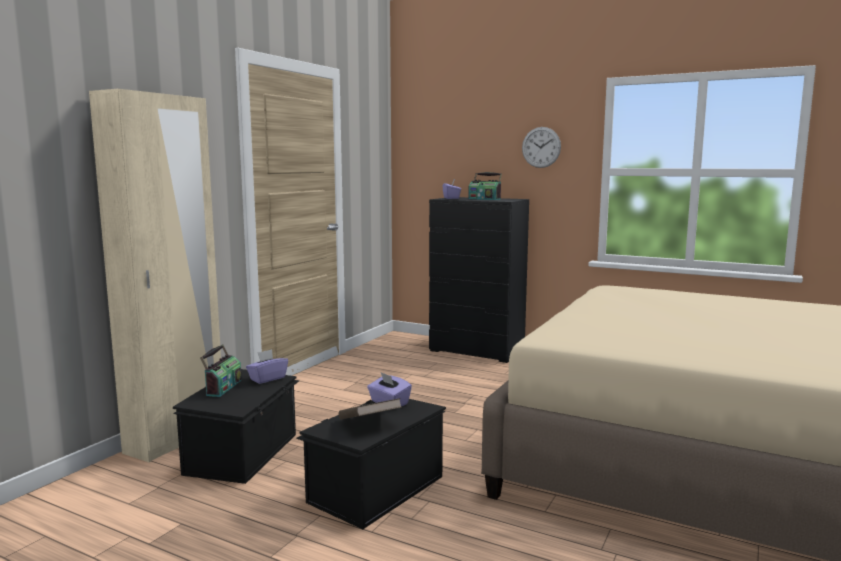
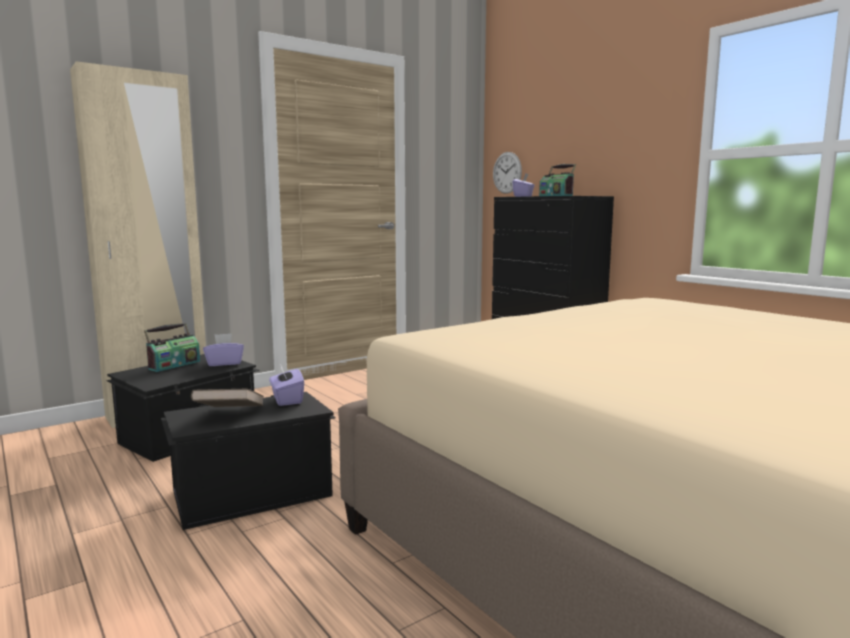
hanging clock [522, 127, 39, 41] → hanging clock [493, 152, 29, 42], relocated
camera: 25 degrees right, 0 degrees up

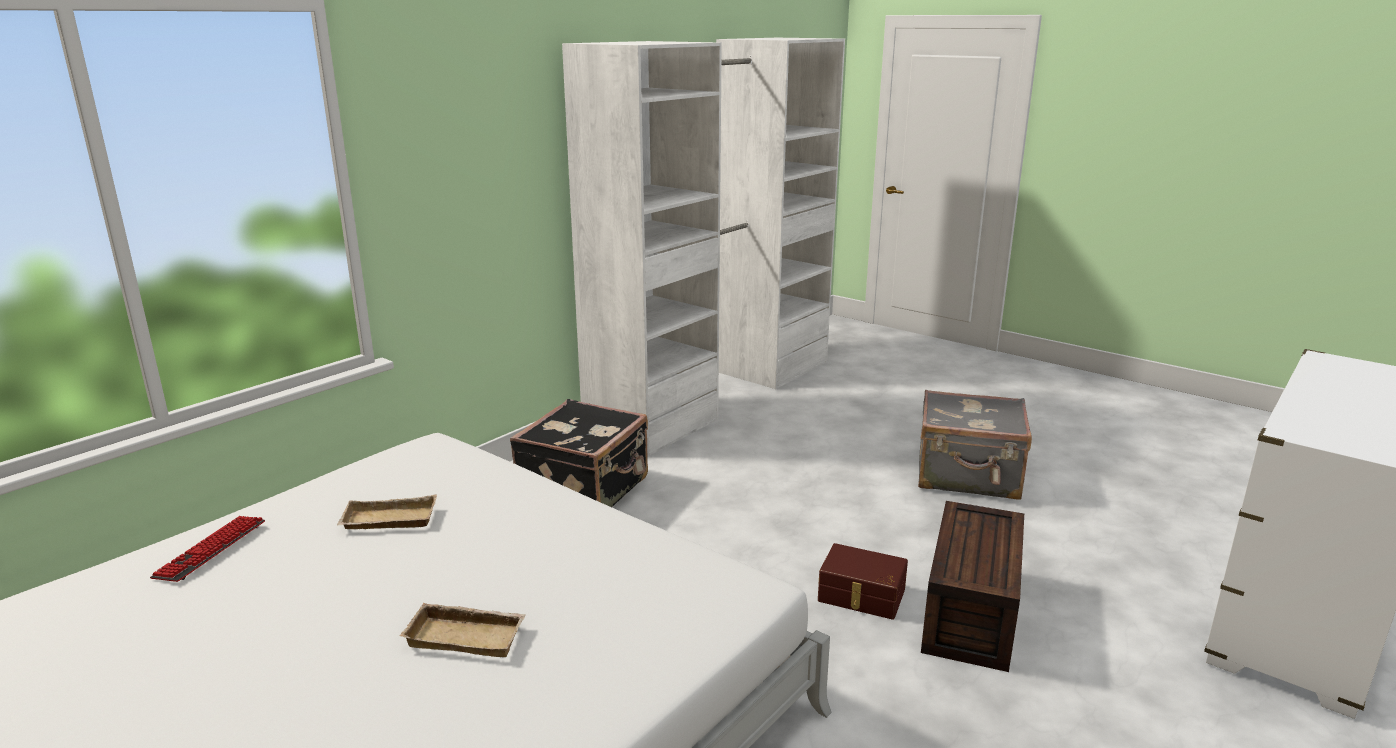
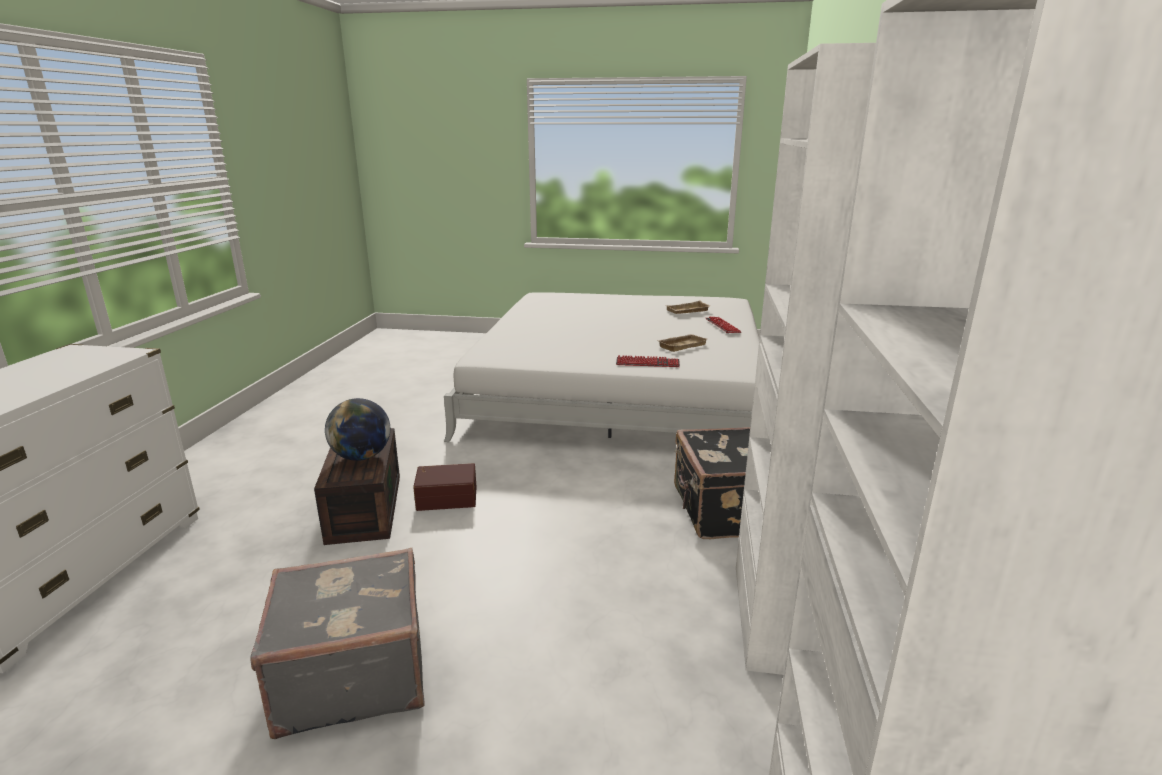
- → world globe [325, 398, 65, 63]
- → computer keyboard [616, 355, 64, 12]
sand-coloured tray [400, 603, 126, 54] → sand-coloured tray [665, 301, 45, 13], relocated
camera: 150 degrees right, 0 degrees up

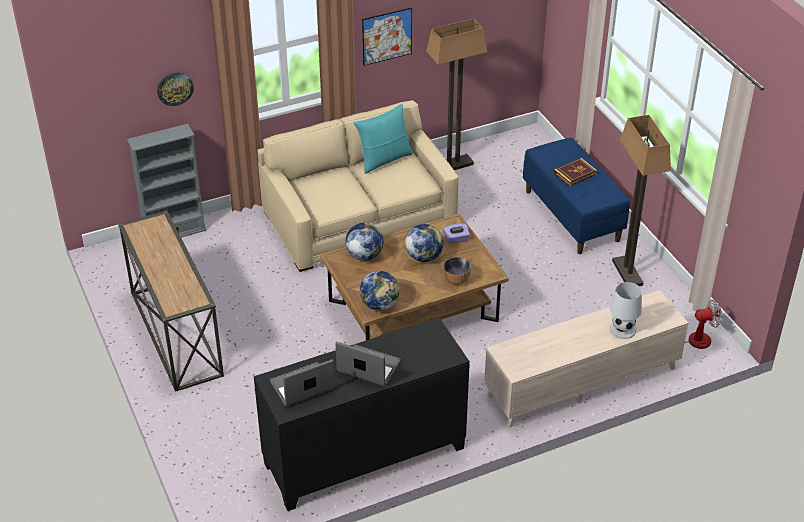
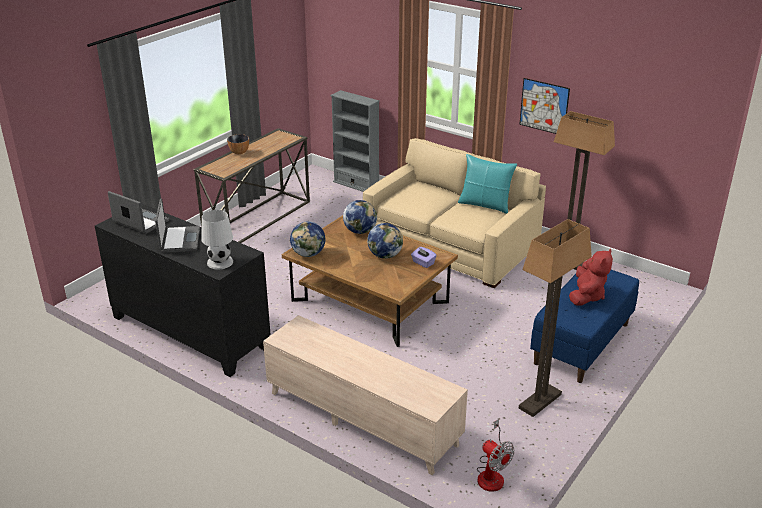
whitish lamp for a table [610, 282, 32, 57] → whitish lamp for a table [202, 210, 31, 59], relocated
serving bowl [444, 257, 27, 28] → serving bowl [227, 134, 22, 20], relocated
volume [554, 158, 43, 29] → reddish plush toy [569, 249, 44, 57]
hanging clock [157, 73, 37, 33] → -
camera: 60 degrees right, 10 degrees down

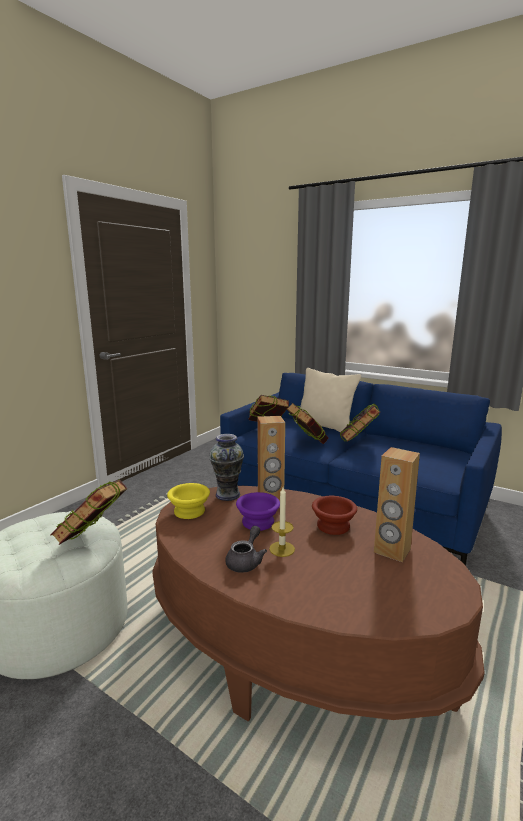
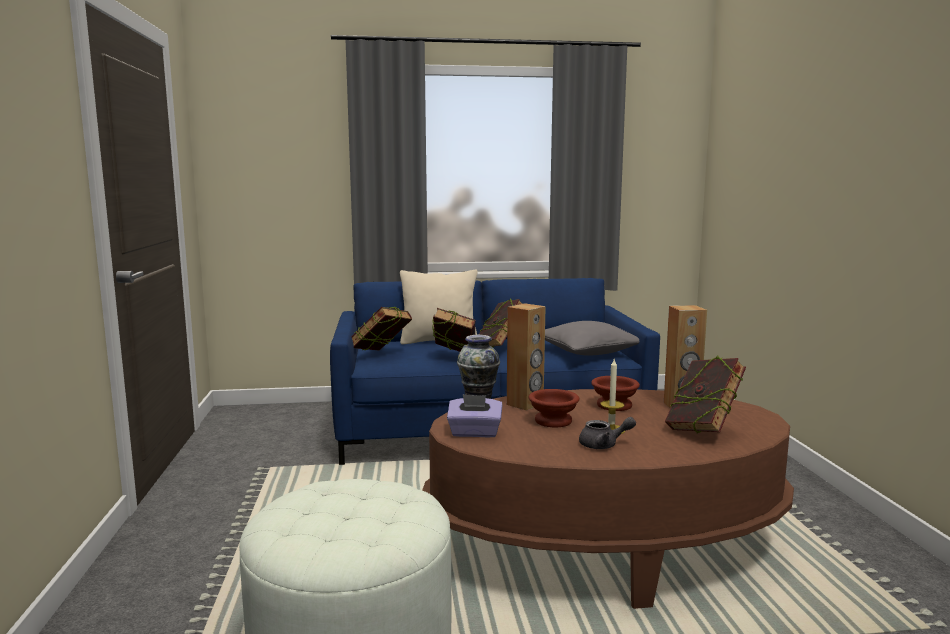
yellowish serving bowl [167, 483, 43, 36] → purplish tissue box [447, 394, 55, 43]
purplish serving bowl [236, 492, 44, 39] → brownish serving bowl [529, 389, 50, 38]
- → gray pillow [545, 321, 94, 35]
gray tea pot [225, 526, 42, 47] → gray tea pot [579, 417, 57, 32], 105 degrees clockwise
volume [50, 480, 77, 65] → volume [665, 356, 81, 78], relocated
camera: 40 degrees left, 5 degrees down

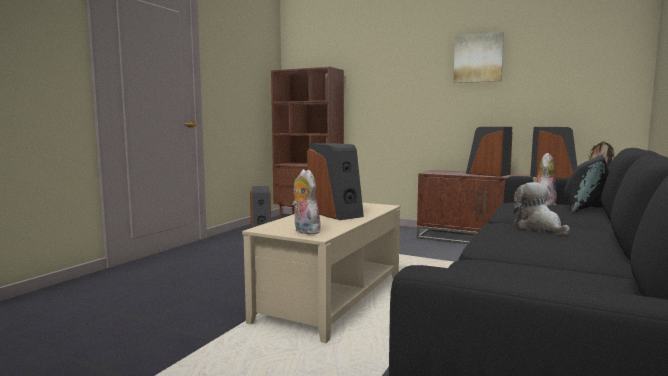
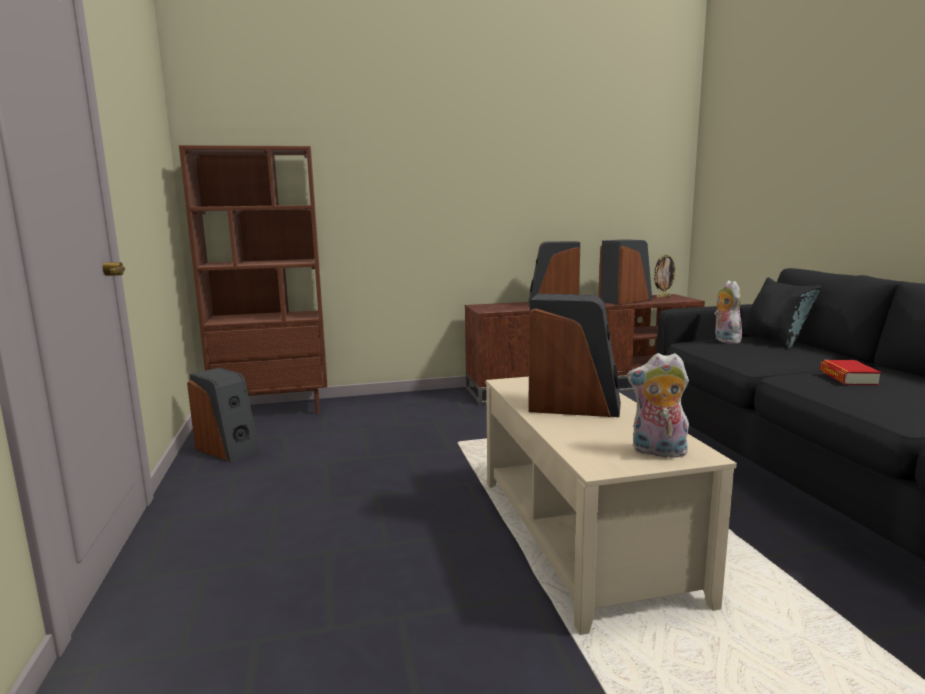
plush toy [514, 182, 56, 53] → volume [820, 360, 62, 25]
wall picture [453, 32, 51, 51] → -
camera: 40 degrees left, 5 degrees up

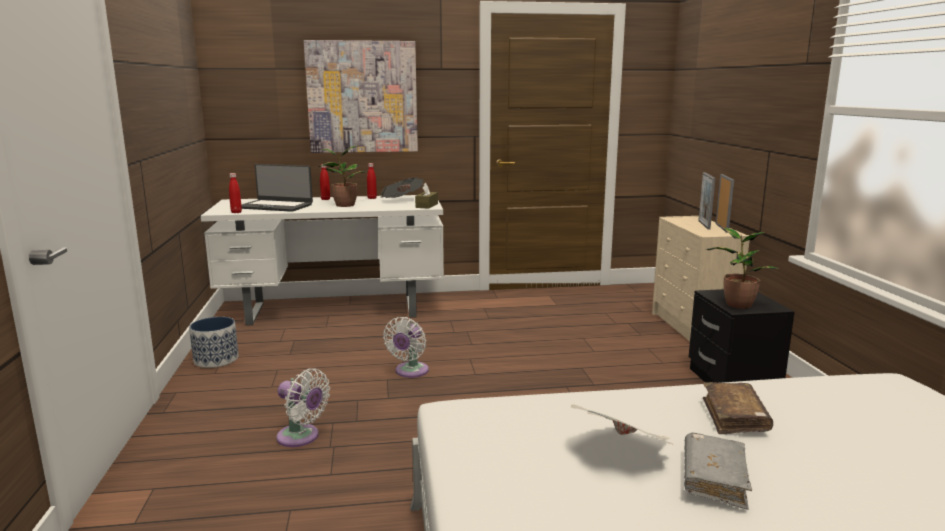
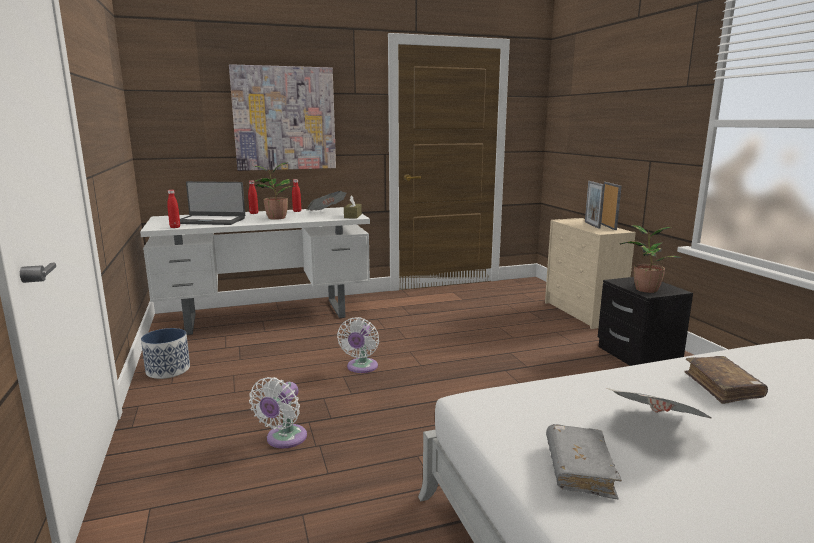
whitish cooling fan [276, 368, 54, 79] → whitish cooling fan [249, 377, 58, 71], 90 degrees clockwise
gray volume [684, 433, 68, 77] → gray volume [546, 424, 76, 75], relocated
camera: 10 degrees left, 0 degrees up

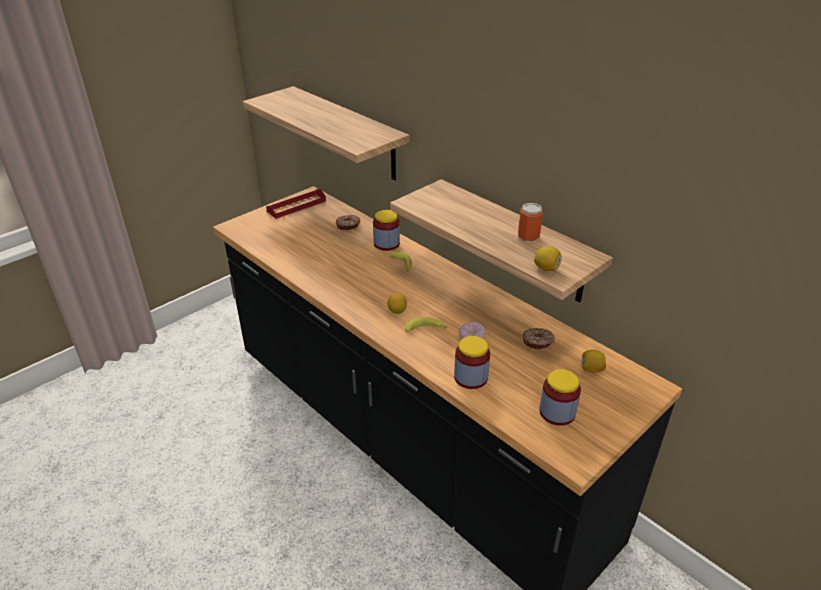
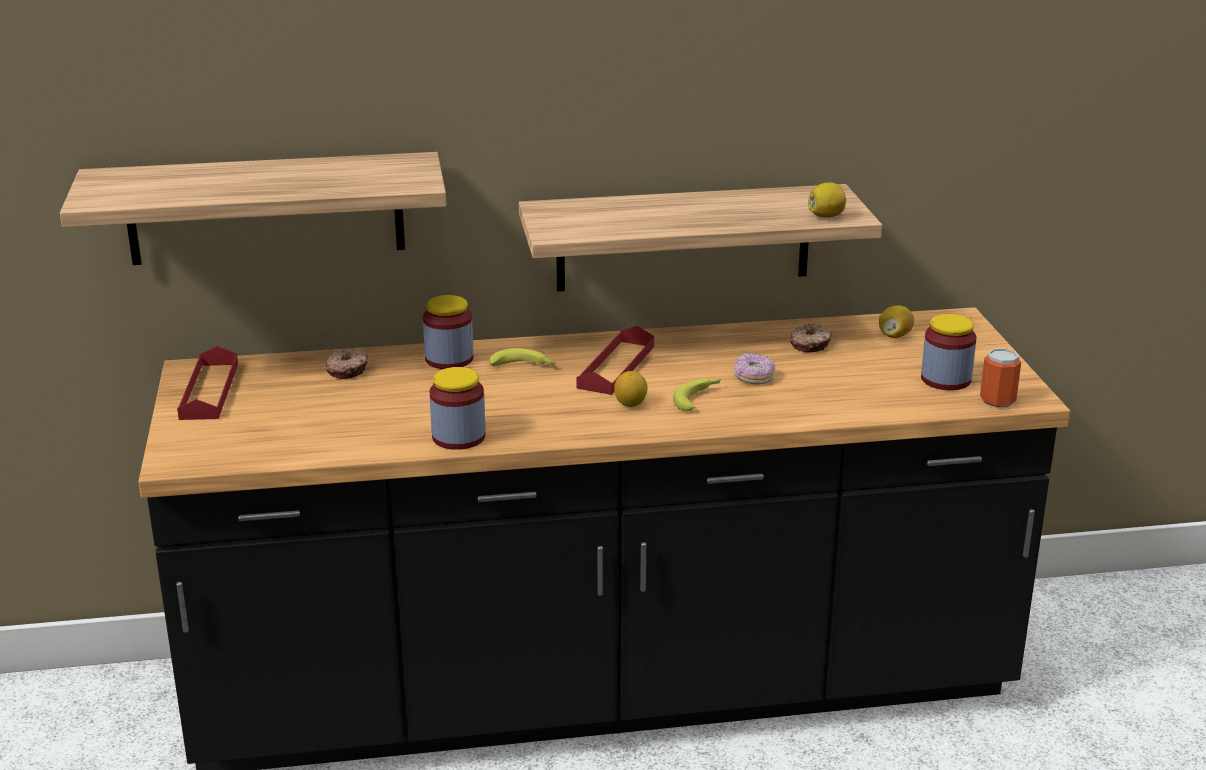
jar [454, 336, 36, 53] → jar [430, 367, 55, 83], relocated
- → reddish tray [576, 326, 78, 69]
metal can [518, 203, 25, 39] → metal can [980, 348, 41, 60], relocated
camera: 55 degrees left, 10 degrees down

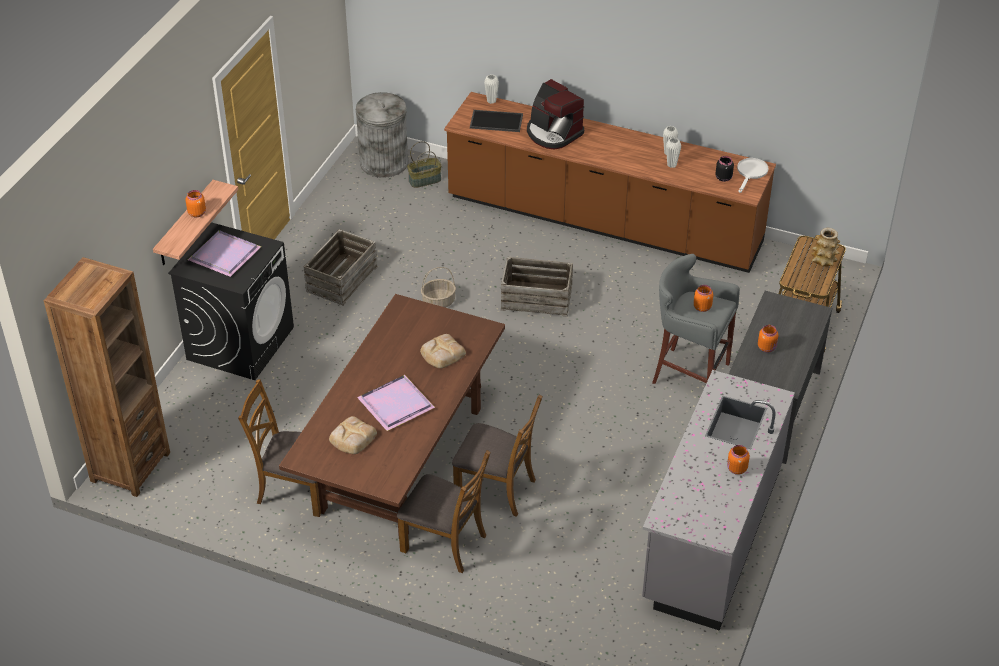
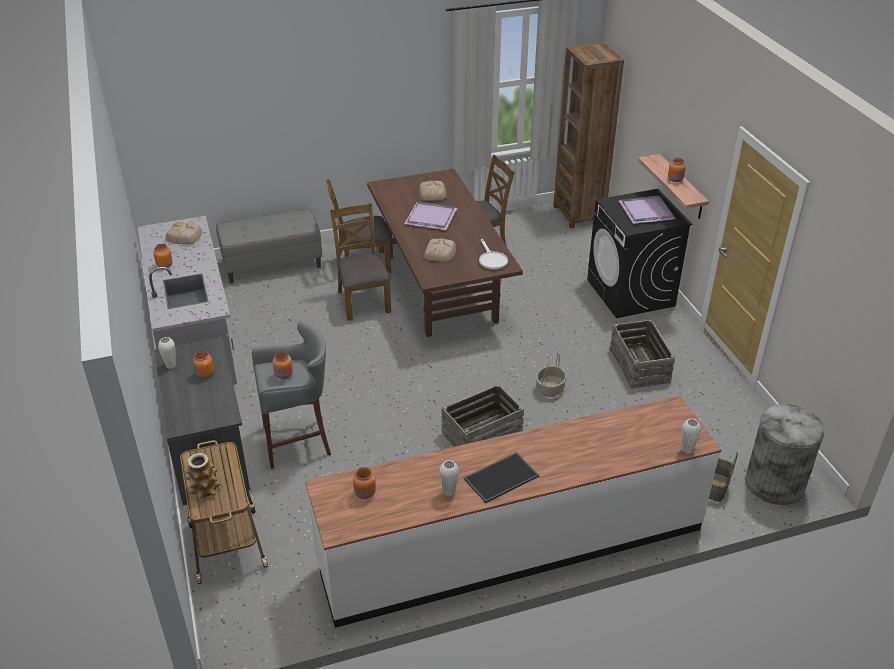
whitish vase [666, 138, 15, 30] → whitish vase [158, 337, 18, 32], relocated
- → bread [165, 222, 37, 22]
- → gray indoor bench [216, 208, 106, 75]
brownish counter [444, 92, 332, 181] → whitish counter [305, 395, 416, 233]
brownish chair [452, 394, 91, 123] → brownish chair [330, 203, 61, 118], 90 degrees clockwise
black jar [715, 156, 19, 26] → orange jar [353, 467, 23, 32]
tray [470, 110, 53, 22] → tray [464, 452, 75, 51], relocated
whitish frying pan [737, 158, 32, 35] → whitish frying pan [479, 239, 29, 31], relocated
coffee brewer [527, 79, 57, 71] → -
camera: 140 degrees right, 5 degrees down

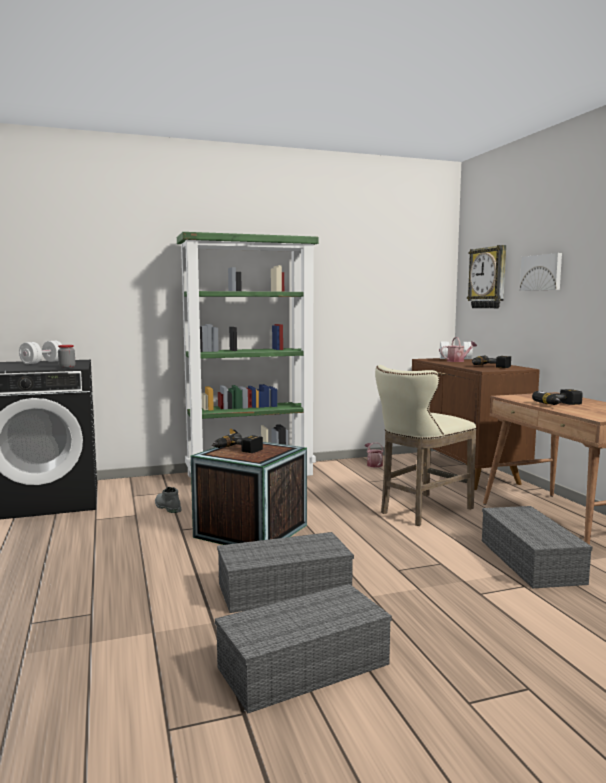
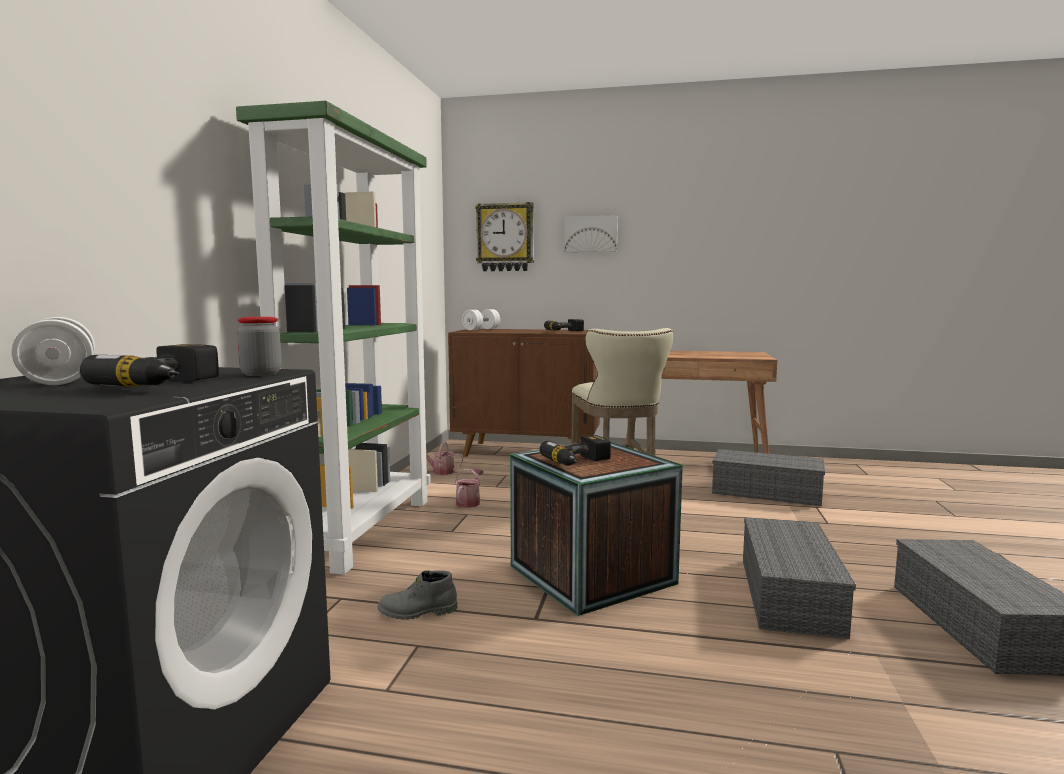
power drill [532, 389, 51, 16] → power drill [78, 344, 141, 43], relocated
watering can [441, 337, 36, 25] → watering can [455, 469, 29, 39], relocated
camera: 60 degrees left, 0 degrees up

